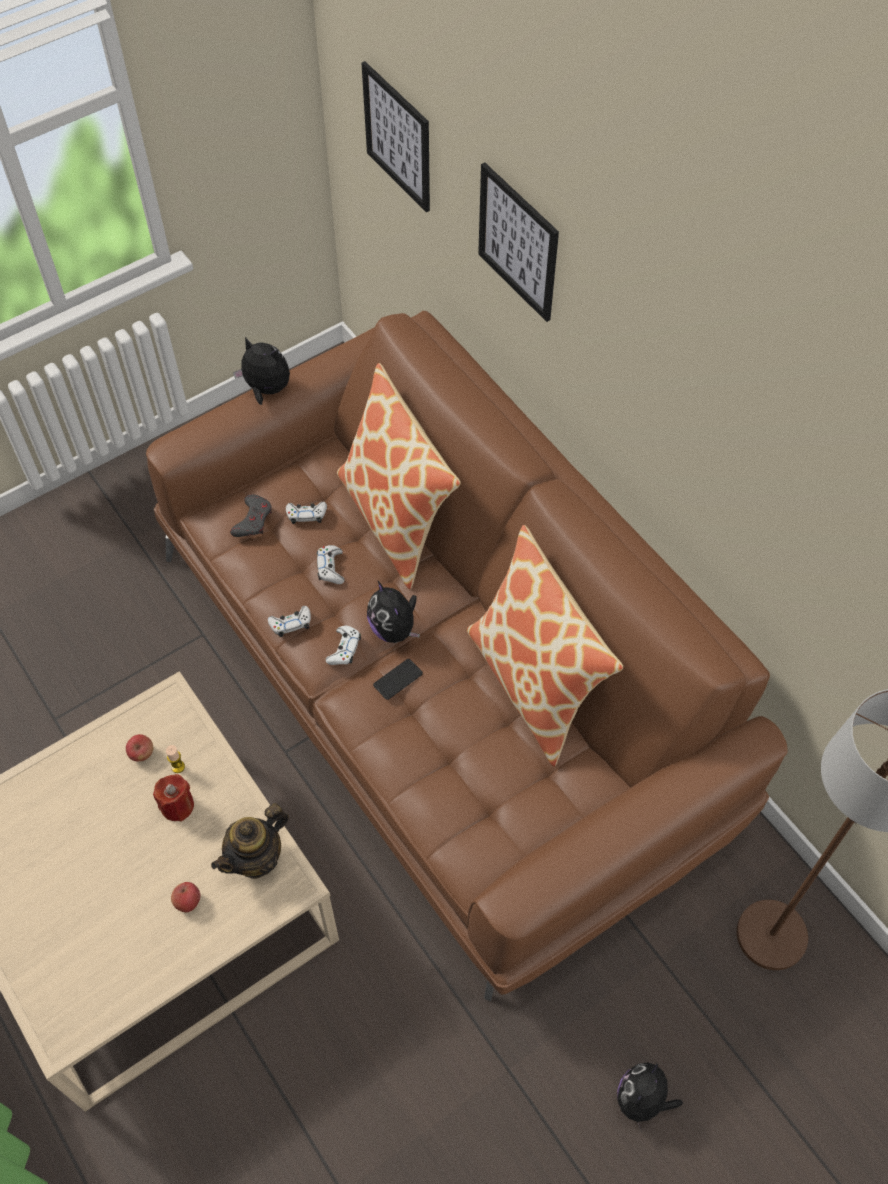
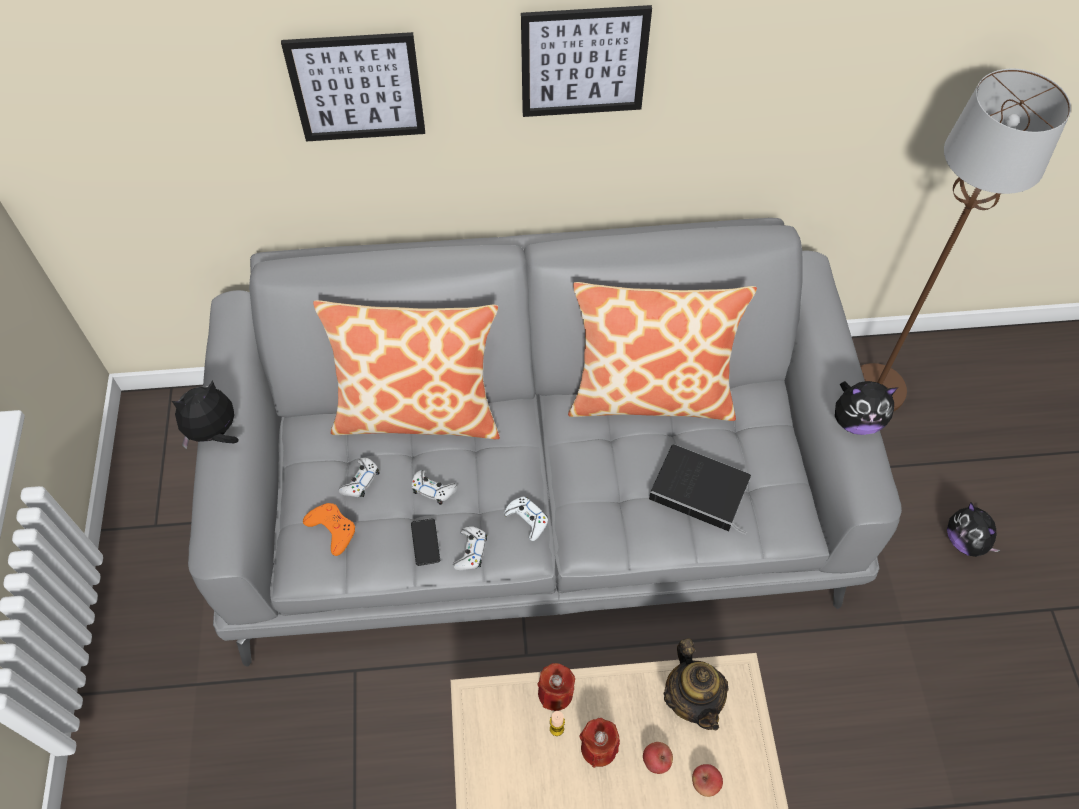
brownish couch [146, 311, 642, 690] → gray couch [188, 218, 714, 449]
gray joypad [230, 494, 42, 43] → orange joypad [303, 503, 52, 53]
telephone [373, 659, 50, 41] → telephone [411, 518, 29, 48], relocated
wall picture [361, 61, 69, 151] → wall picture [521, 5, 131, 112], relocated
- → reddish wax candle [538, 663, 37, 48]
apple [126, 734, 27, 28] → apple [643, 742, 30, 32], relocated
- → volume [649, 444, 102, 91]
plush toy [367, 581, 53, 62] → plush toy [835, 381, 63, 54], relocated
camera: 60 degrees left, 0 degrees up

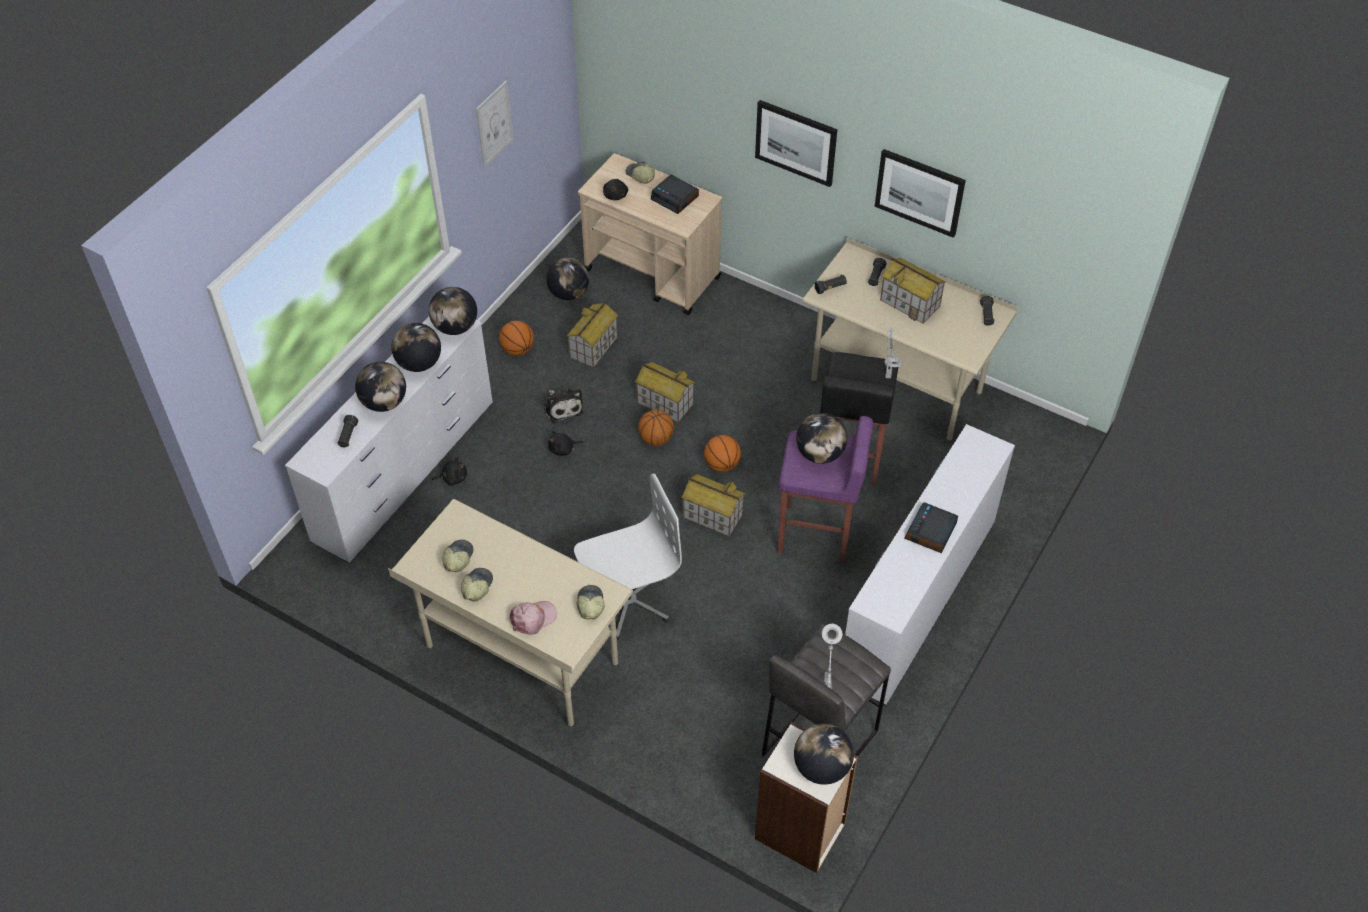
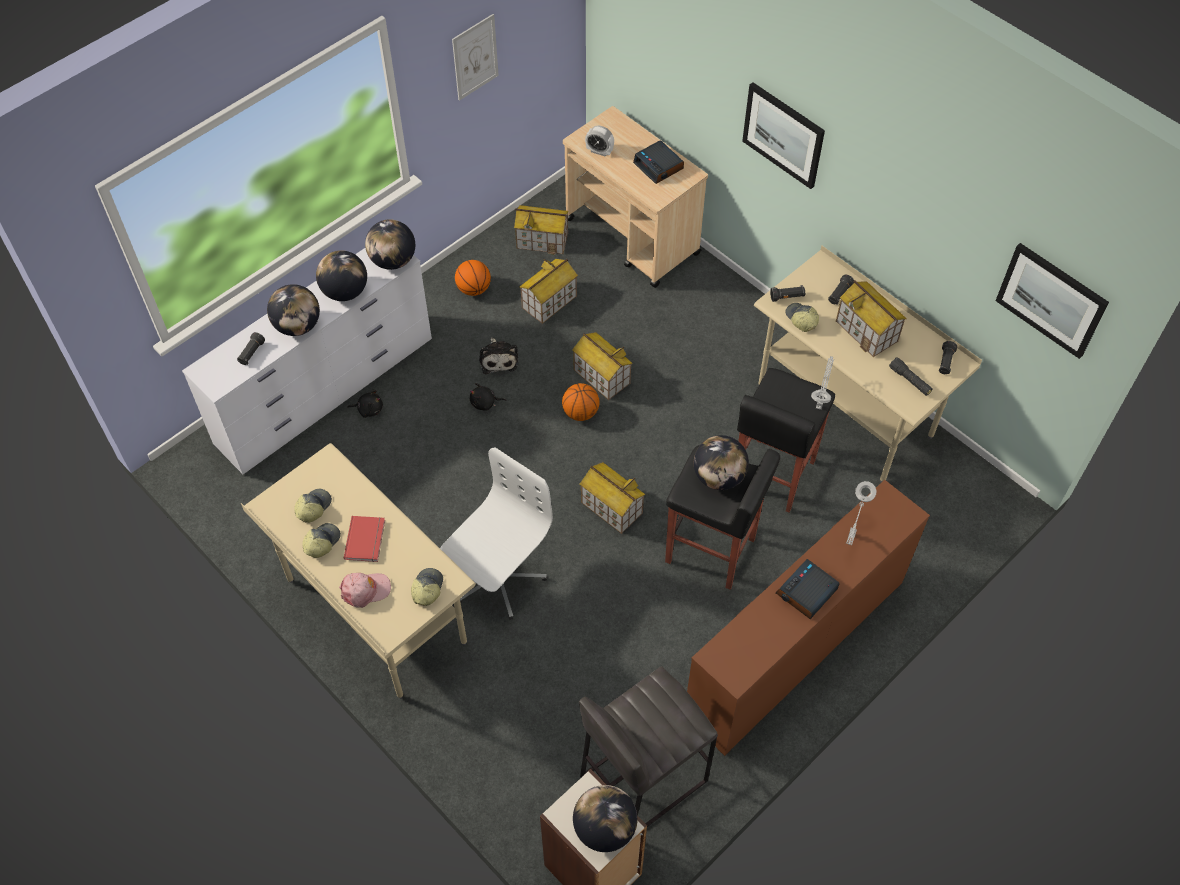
- → reddish volume [344, 516, 41, 46]
whitish desk chair [574, 474, 108, 166] → whitish desk chair [440, 447, 113, 173], 45 degrees counterclockwise
world globe [547, 258, 42, 42] → toy house [514, 205, 55, 50]
black plush toy [603, 179, 25, 21] → alarm clock [585, 126, 29, 31]
purplish sitting stool [778, 416, 95, 147] → black sitting stool [665, 445, 115, 145]
whitish dresser [845, 424, 170, 282] → brownish dresser [687, 480, 243, 276]
peaked cap [625, 162, 30, 22] → peaked cap [785, 303, 34, 29], relocated
gray lamp for a table [822, 624, 21, 65] → gray lamp for a table [846, 481, 31, 64], relocated
- → black hand torch [889, 357, 44, 39]
wall picture [875, 149, 91, 89] → wall picture [996, 243, 113, 116], relocated
ball for basketball [704, 435, 37, 37] → -
camera: 15 degrees right, 5 degrees up

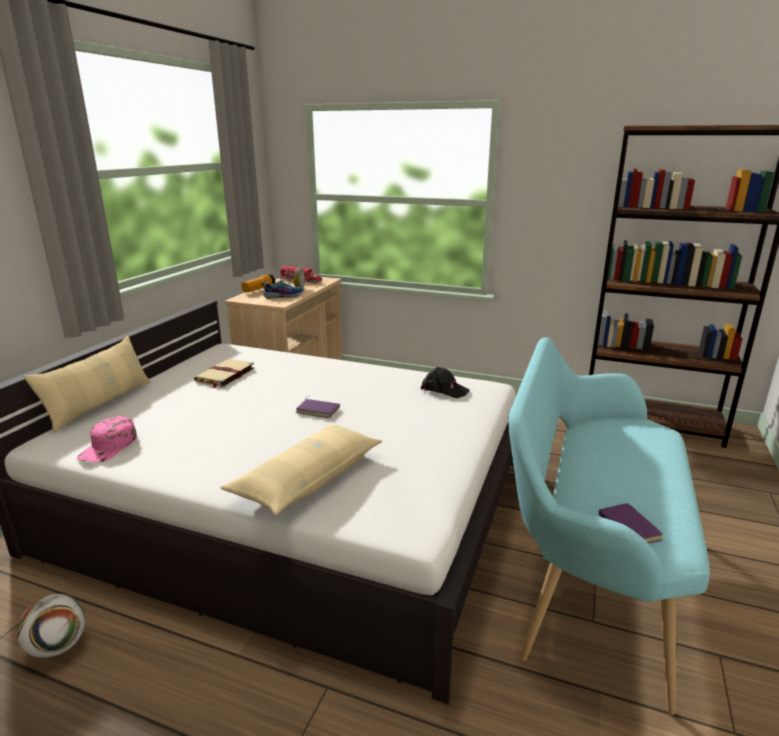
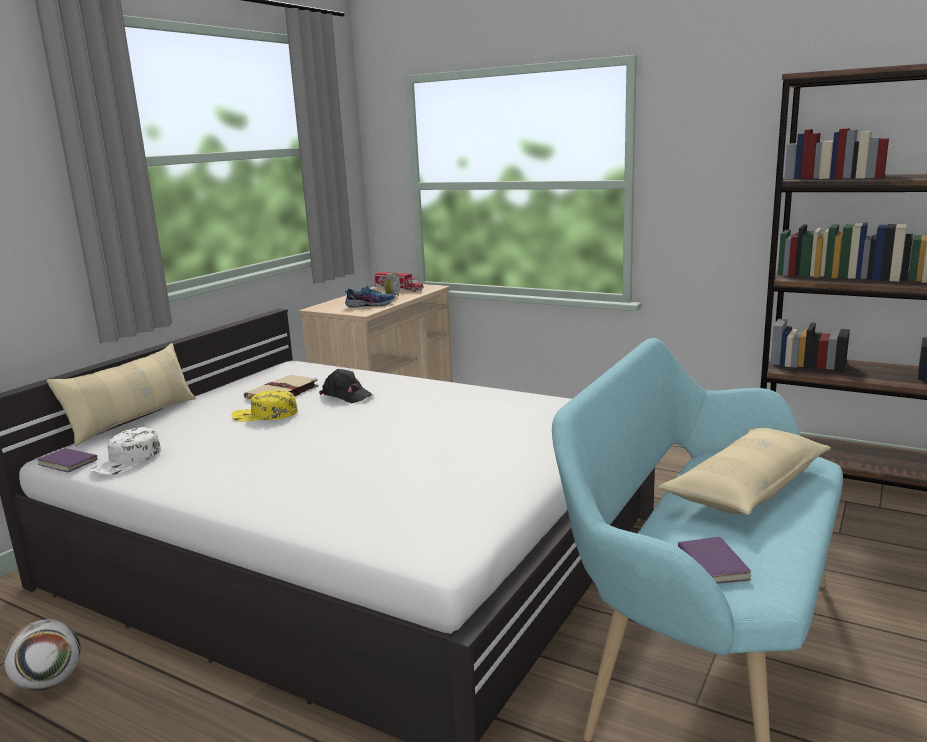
purplish volume [296, 396, 44, 22] → purplish volume [37, 445, 61, 27], relocated
pinkish peaked cap [77, 416, 60, 46] → whitish peaked cap [90, 427, 71, 48]
- → yellowish peaked cap [232, 390, 65, 32]
black peaked cap [421, 367, 49, 31] → black peaked cap [319, 369, 54, 34], relocated
sand-coloured pillow [220, 424, 162, 91] → sand-coloured pillow [658, 428, 173, 87], relocated
hand torch [242, 274, 34, 18] → -
camera: 10 degrees right, 5 degrees down

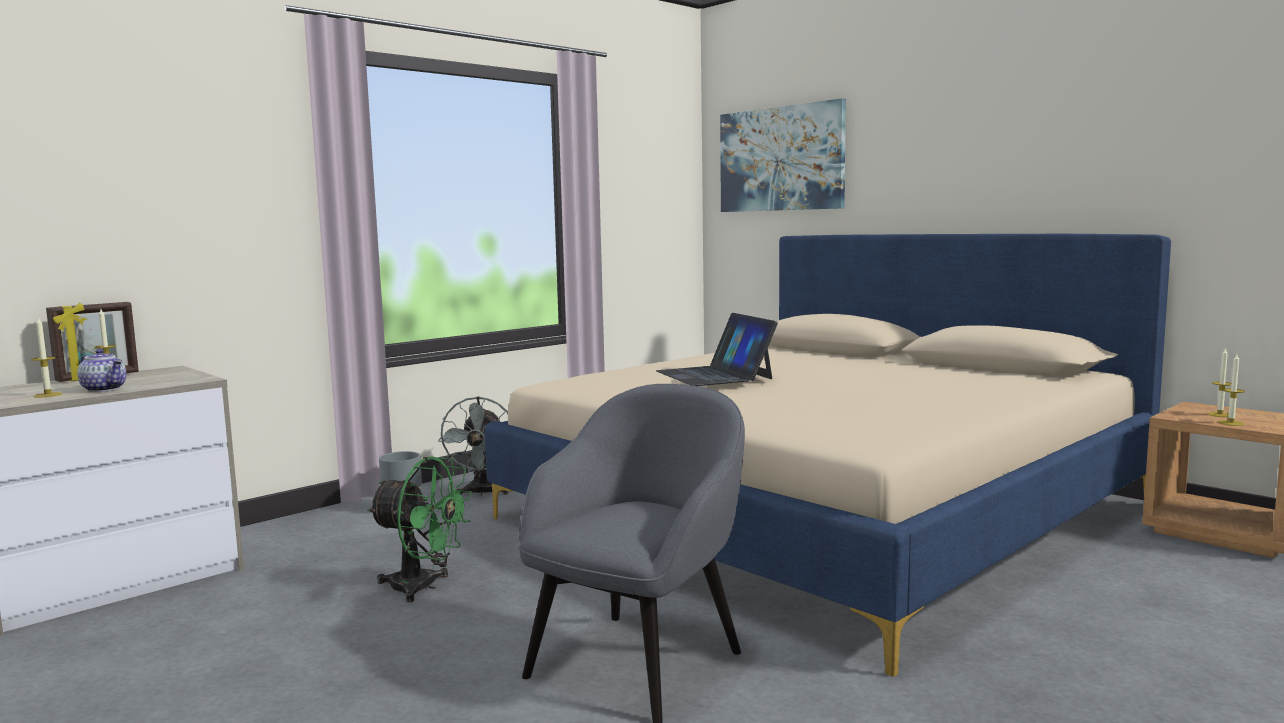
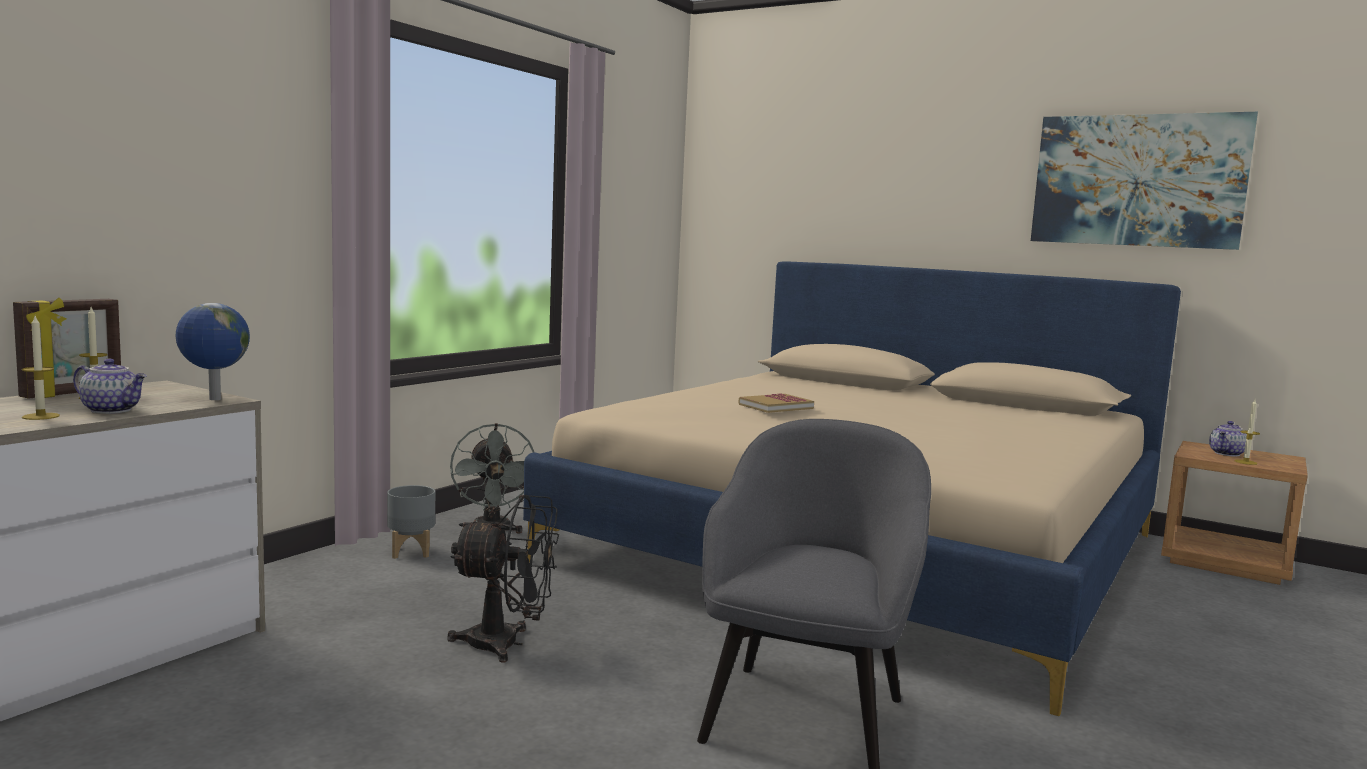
- → world globe [176, 303, 74, 97]
greenish cooling fan [367, 456, 106, 146] → black cooling fan [447, 495, 112, 168]
portable computer [656, 313, 122, 73] → volume [738, 393, 76, 20]
wall picture [720, 98, 126, 114] → wall picture [1031, 112, 227, 138], relocated
wax candle [1208, 347, 24, 70] → tea pot [1209, 421, 38, 35]
camera: 15 degrees left, 0 degrees up

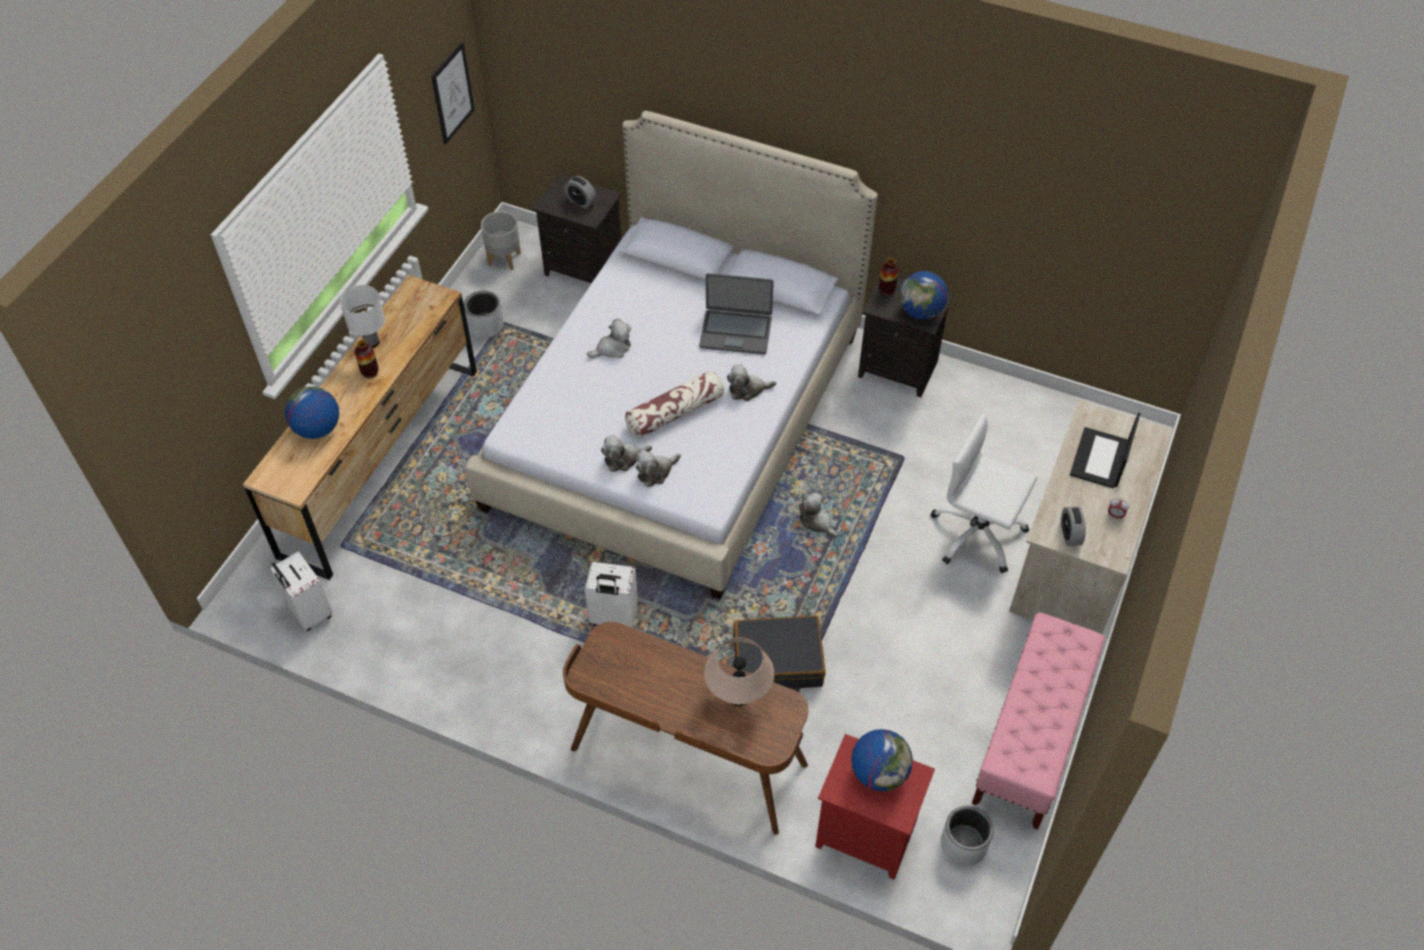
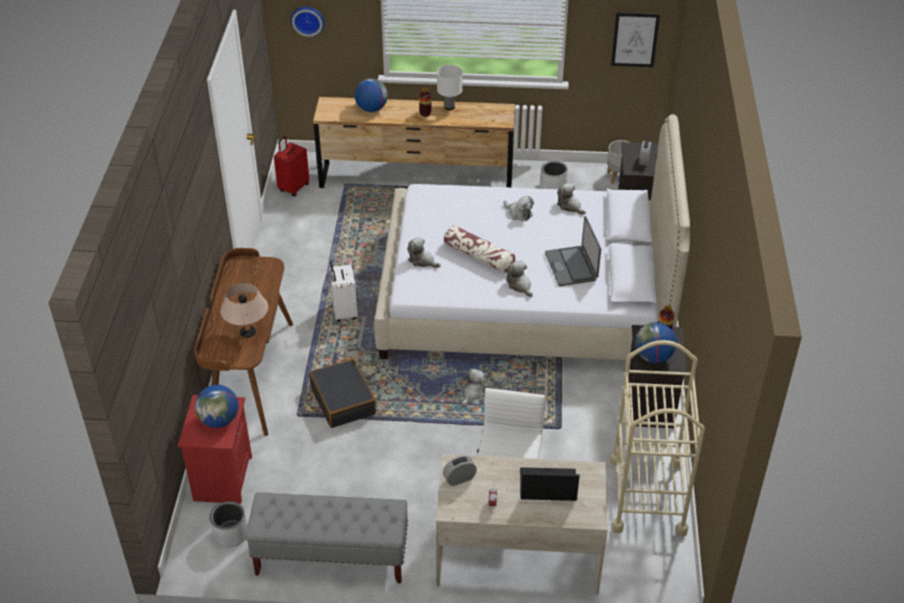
pinkish indoor bench [972, 613, 133, 217] → gray indoor bench [246, 492, 162, 91]
whitish travel case [270, 552, 63, 79] → reddish travel case [274, 136, 35, 60]
- → hanging clock [291, 7, 33, 30]
plush toy [601, 435, 51, 37] → plush toy [557, 183, 29, 32], relocated
- → sand-coloured cart [609, 340, 96, 197]
camera: 70 degrees right, 10 degrees down

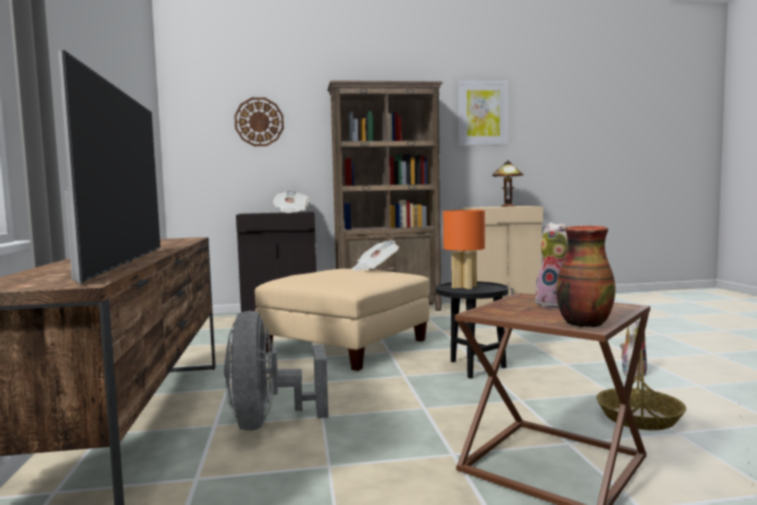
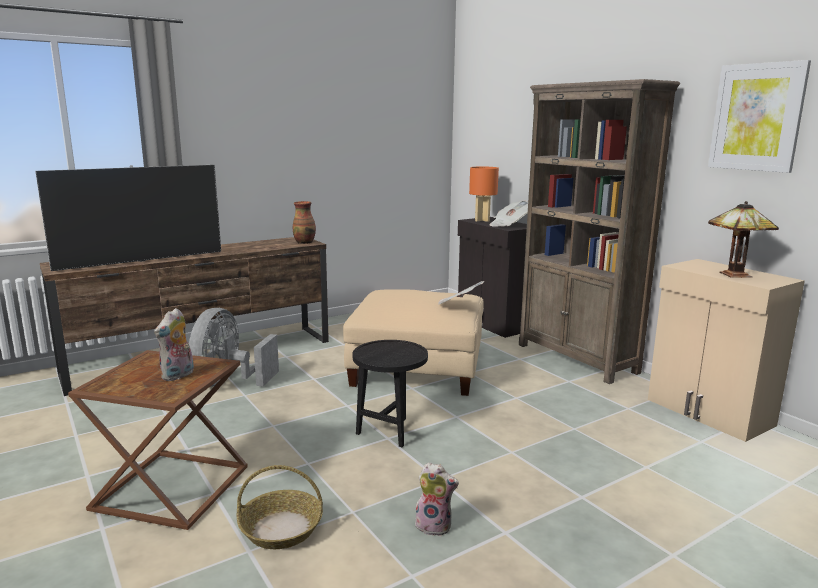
gray cooling fan [224, 311, 105, 120] → gray cooling fan [189, 308, 90, 78], 45 degrees counterclockwise
vase [556, 226, 60, 101] → vase [293, 201, 23, 43], relocated
orange lamp for a table [443, 210, 42, 79] → orange lamp for a table [469, 166, 30, 56], relocated
hanging clock [234, 97, 50, 49] → -
camera: 65 degrees right, 10 degrees up

